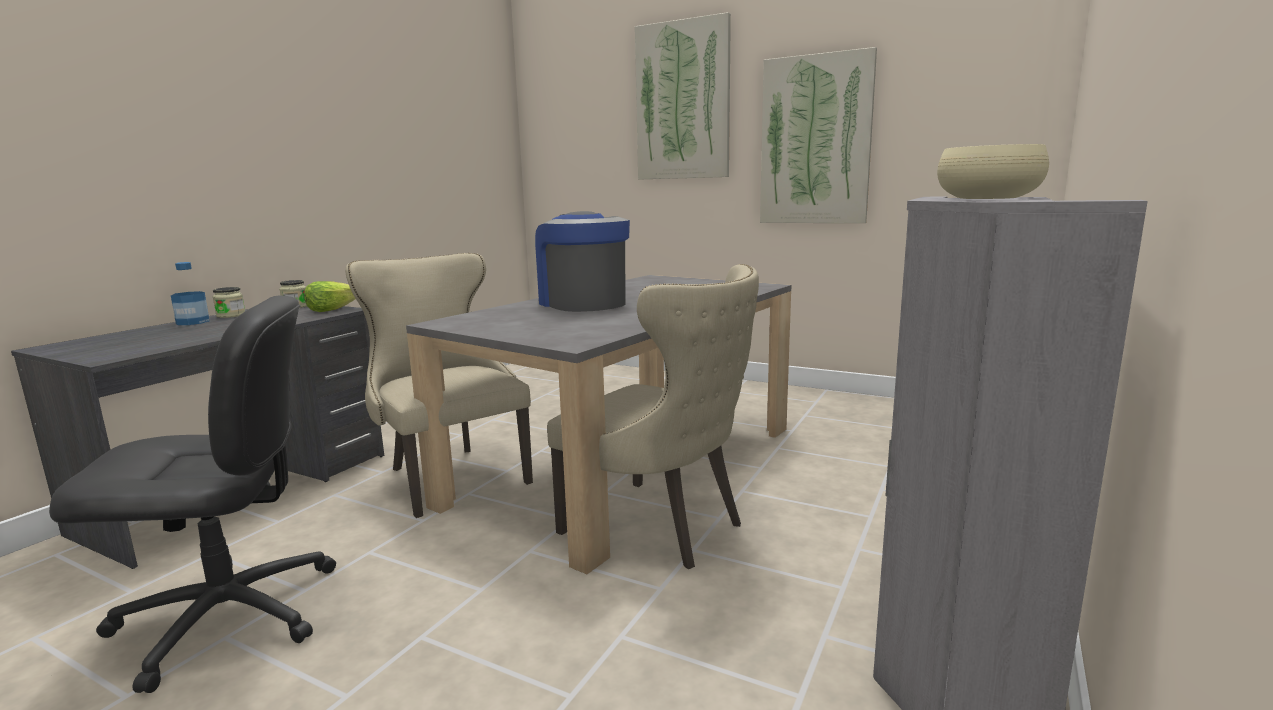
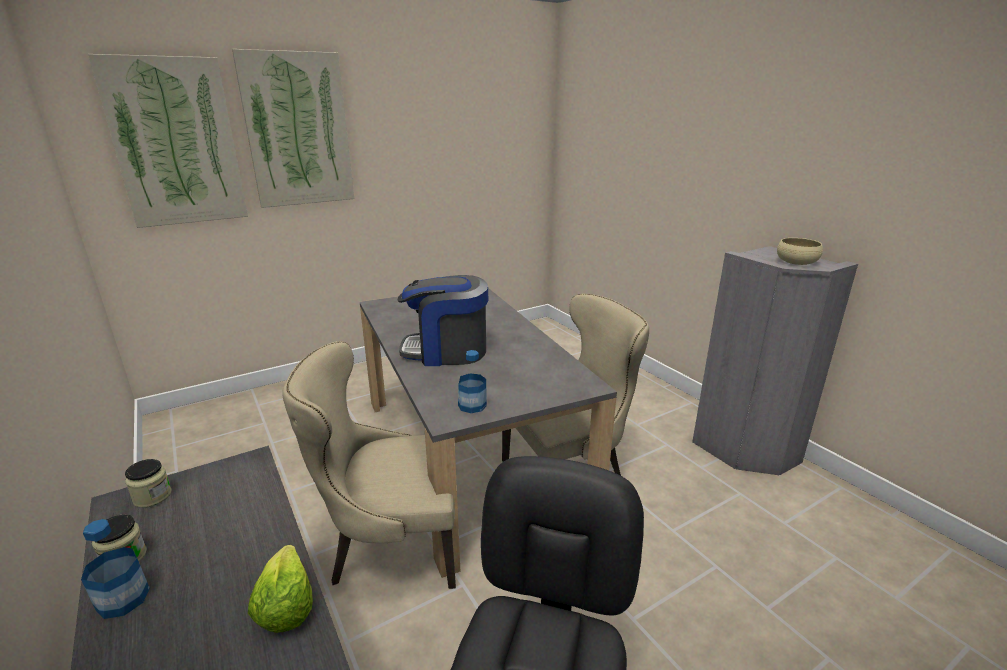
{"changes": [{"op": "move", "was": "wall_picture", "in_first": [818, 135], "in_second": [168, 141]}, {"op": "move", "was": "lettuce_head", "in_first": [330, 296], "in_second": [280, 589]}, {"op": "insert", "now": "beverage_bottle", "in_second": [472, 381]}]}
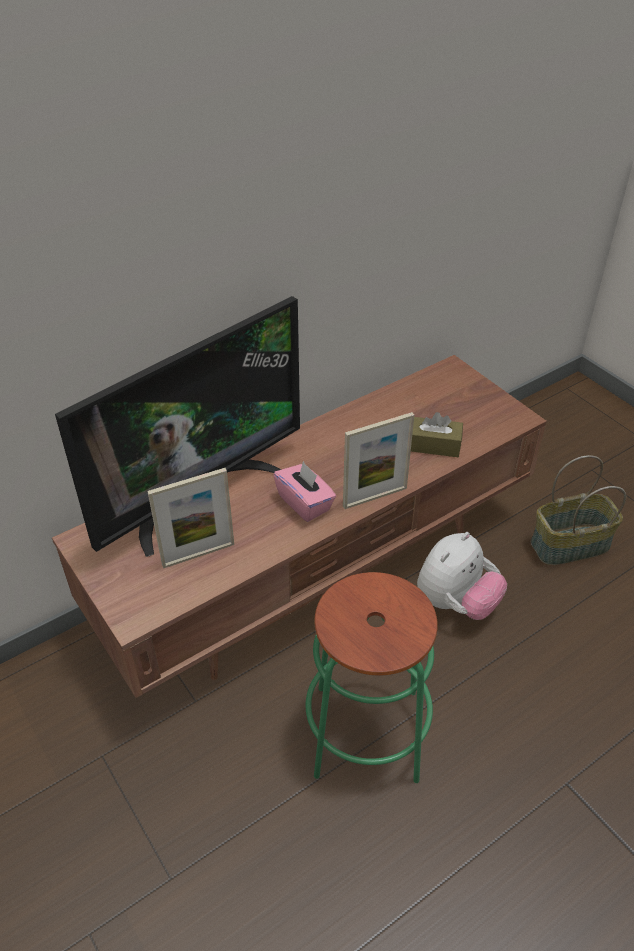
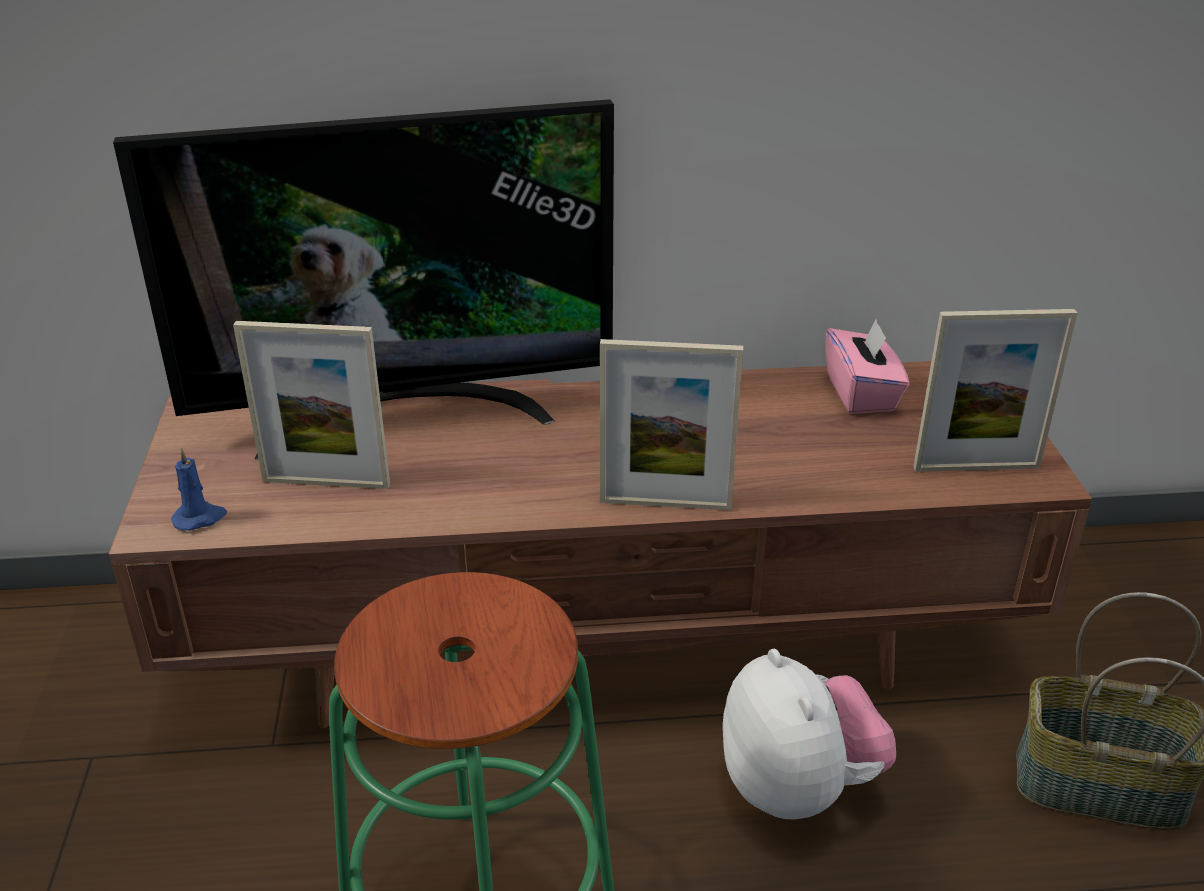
{"changes": [{"op": "insert", "now": "blue-coloured_wax_light", "in_second": [199, 489]}, {"op": "rotate", "was": "plush_toy", "in_first": [462, 576], "in_second": [809, 734], "clockwise": -90}, {"op": "move", "was": "pink_tissue_box", "in_first": [304, 491], "in_second": [867, 366]}, {"op": "insert", "now": "picture_frame", "in_second": [995, 390]}, {"op": "delete", "was": "brown-coloured_tissue_box", "in_first": [437, 434]}]}
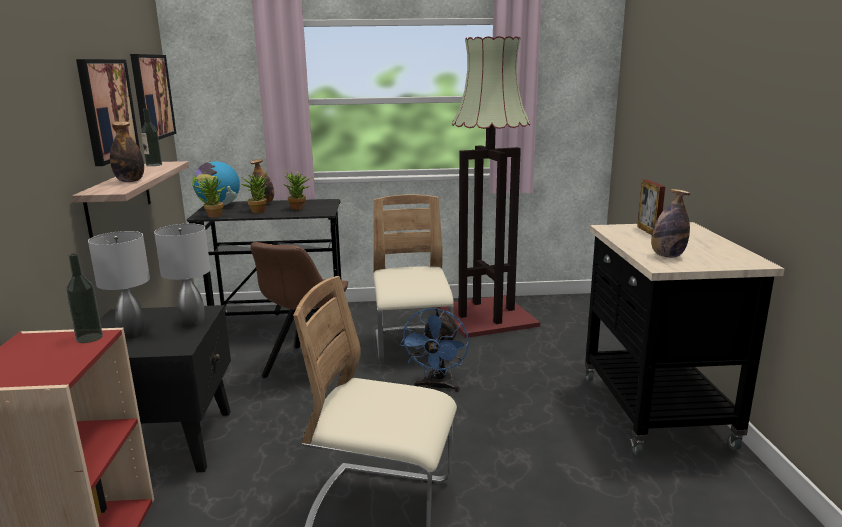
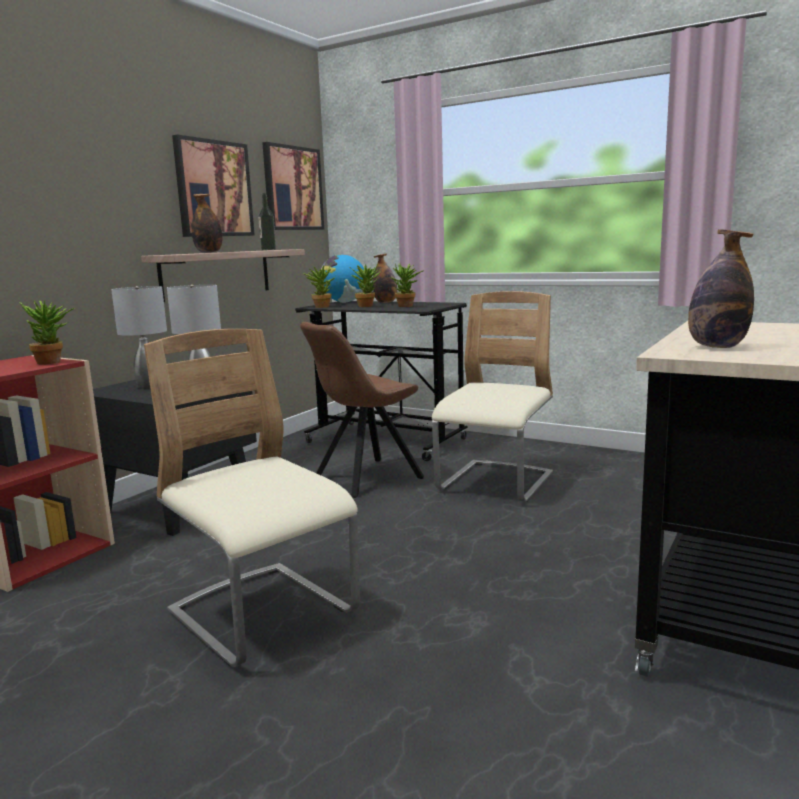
{"changes": [{"op": "replace", "was": "beverage_bottle", "now": "potted_plant", "in_first": [84, 298], "in_second": [47, 333]}, {"op": "delete", "was": "blue-coloured_fan", "in_first": [434, 350]}, {"op": "delete", "was": "standard_lamp", "in_first": [488, 187]}, {"op": "delete", "was": "picture_frame", "in_first": [651, 207]}]}
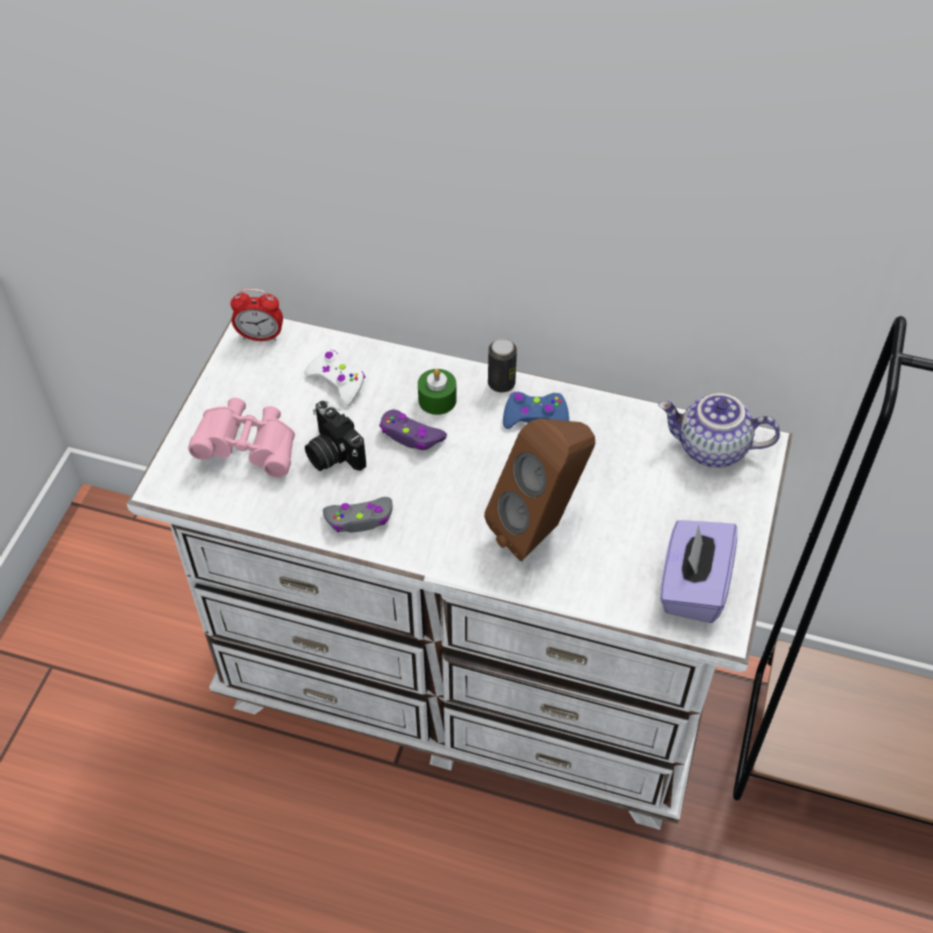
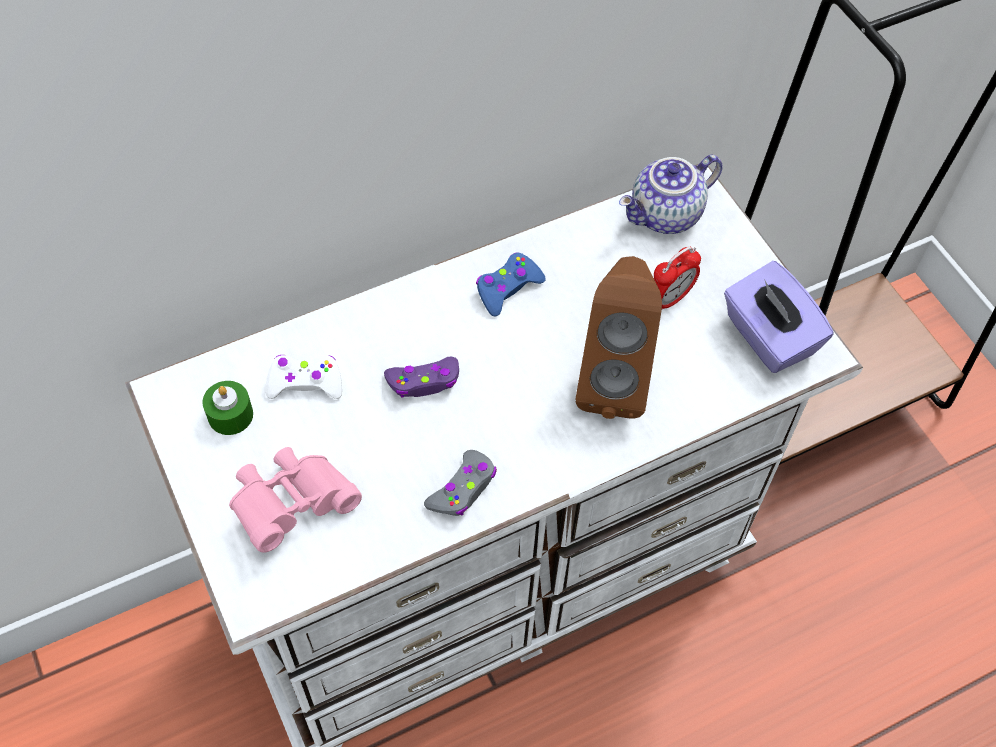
{"changes": [{"op": "move", "was": "greenish_wax_light", "in_first": [437, 392], "in_second": [227, 408]}, {"op": "move", "was": "alarm_clock", "in_first": [256, 315], "in_second": [677, 279]}, {"op": "delete", "was": "photo_camera", "in_first": [335, 436]}, {"op": "delete", "was": "metal_can", "in_first": [502, 365]}]}
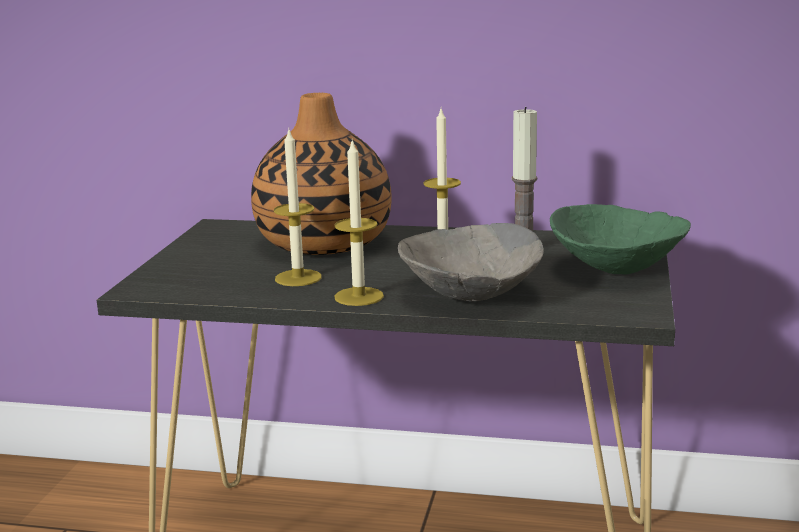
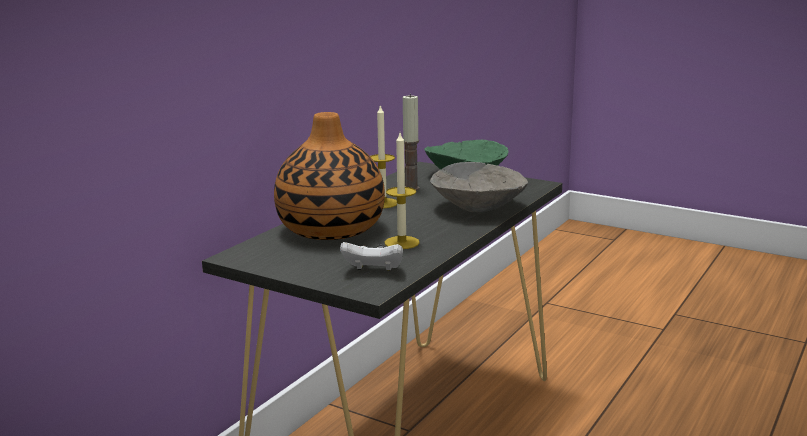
{"changes": [{"op": "insert", "now": "white-coloured_game_controller", "in_second": [371, 256]}, {"op": "delete", "was": "wax_light", "in_first": [359, 222]}]}
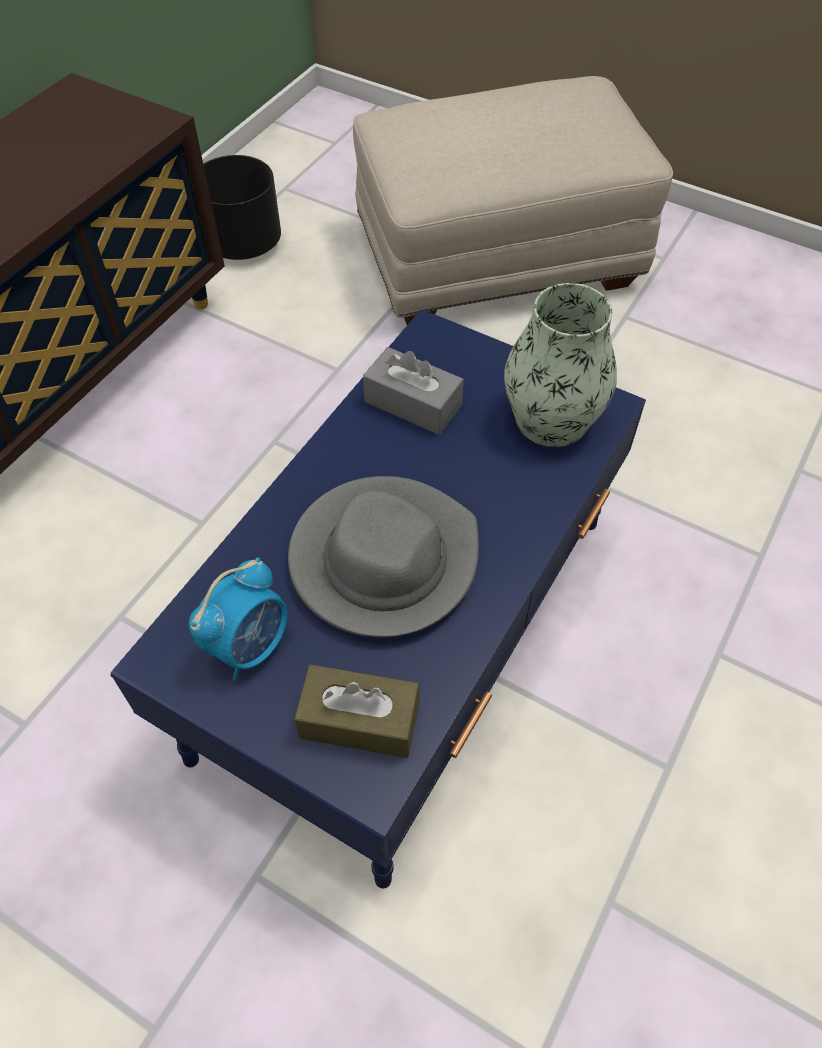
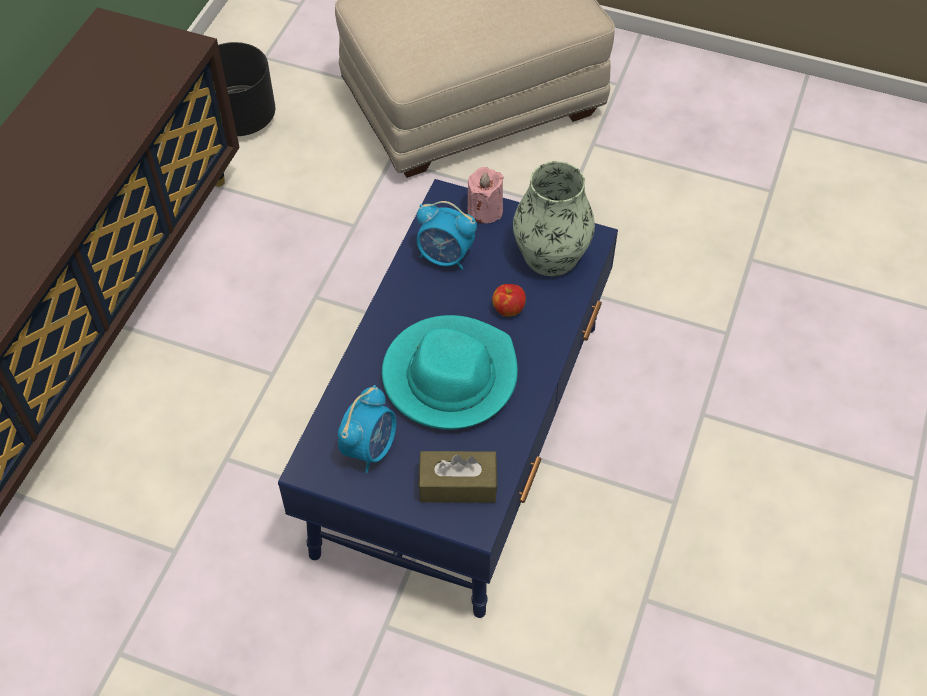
{"changes": [{"op": "recolor", "was": "grey_hat", "now": "blue-green_hat", "in_first": [383, 556], "in_second": [450, 372]}, {"op": "replace", "was": "grey_tissue_box", "now": "alarm_clock", "in_first": [413, 391], "in_second": [447, 235]}, {"op": "insert", "now": "pink_wax_light", "in_second": [485, 195]}, {"op": "insert", "now": "apple_fruit", "in_second": [509, 300]}]}
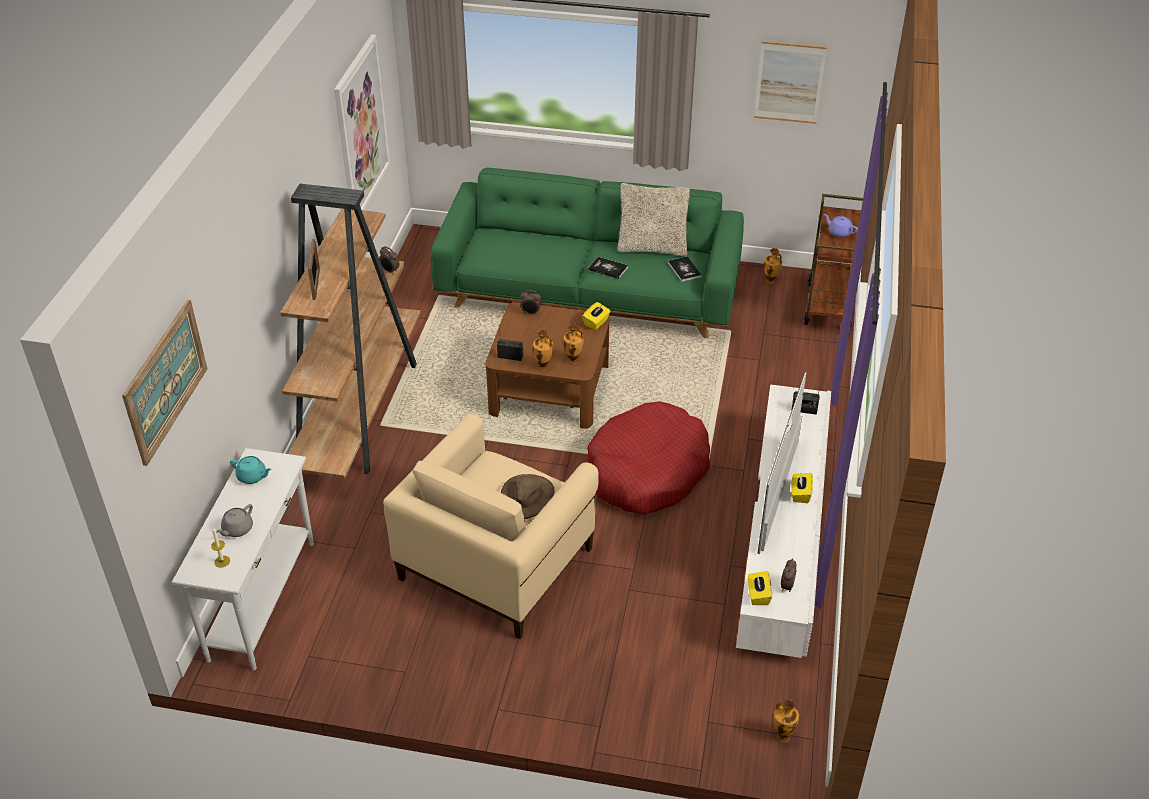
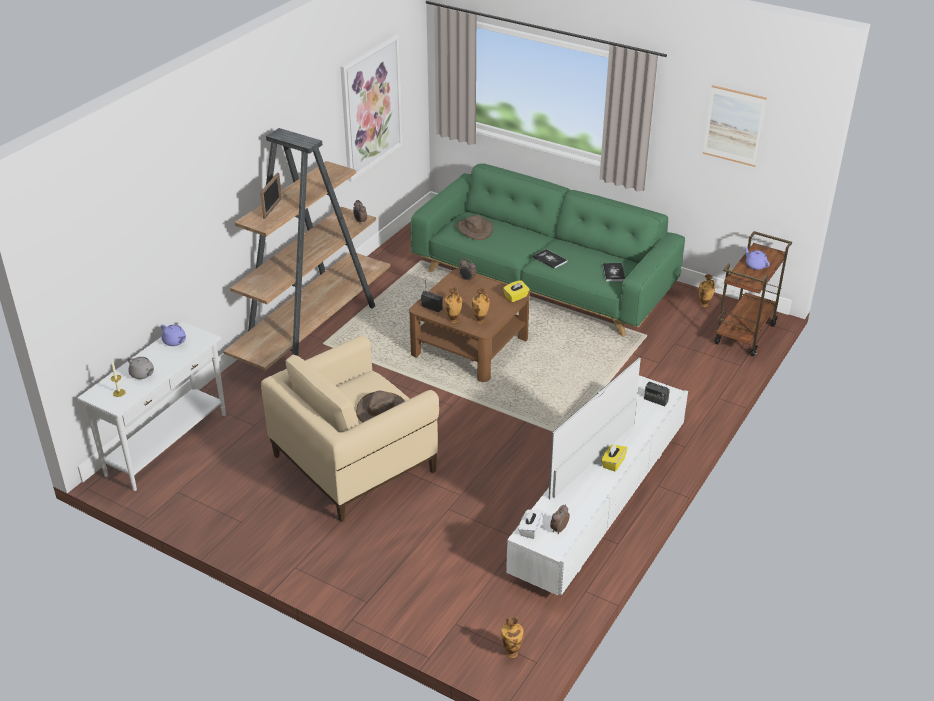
{"changes": [{"op": "rotate", "was": "grey_teapot", "in_first": [234, 520], "in_second": [140, 368], "clockwise": -105}, {"op": "recolor", "was": "blue-green_teapot", "now": "purple-coloured_teapot", "in_first": [251, 470], "in_second": [173, 335]}, {"op": "insert", "now": "brown-coloured_hat", "in_second": [475, 227]}, {"op": "recolor", "was": "yellowish_tissue_box", "now": "white-coloured_tissue_box", "in_first": [760, 588], "in_second": [531, 524]}, {"op": "delete", "was": "wall_picture", "in_first": [164, 383]}, {"op": "delete", "was": "red_pet_bed", "in_first": [648, 457]}, {"op": "delete", "was": "sand-coloured_pillow", "in_first": [653, 219]}]}
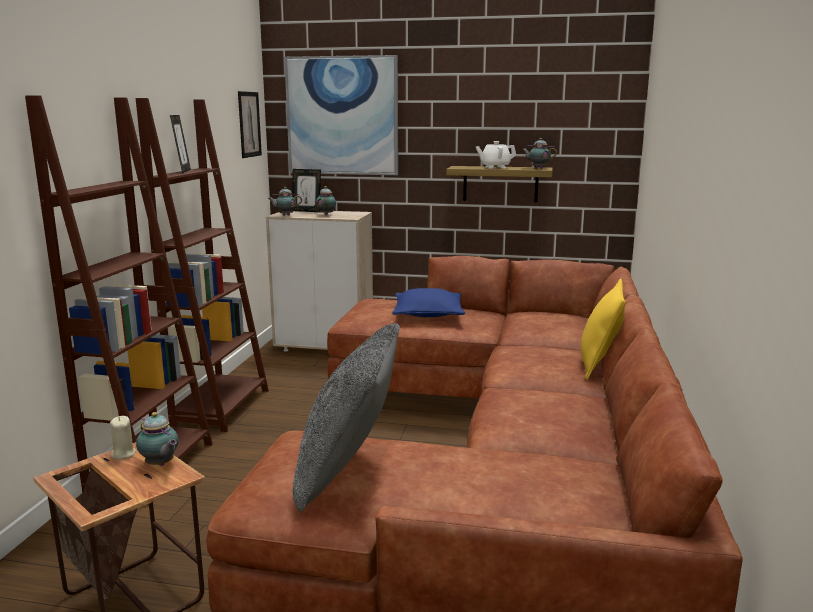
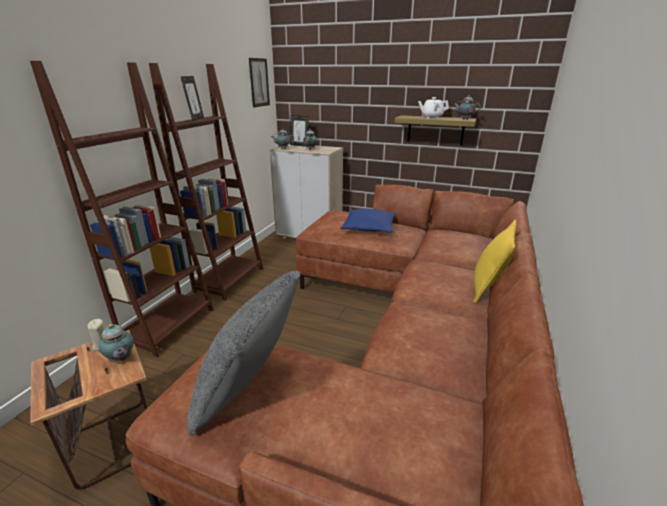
{"changes": [{"op": "delete", "was": "wall_picture", "in_first": [341, 115]}]}
